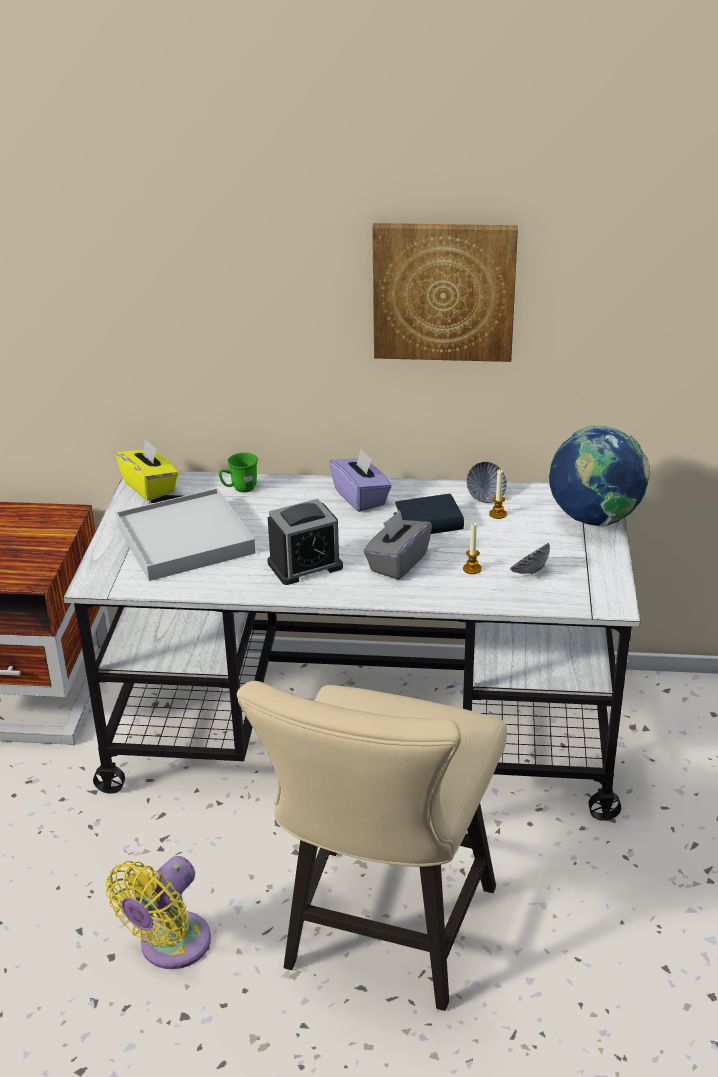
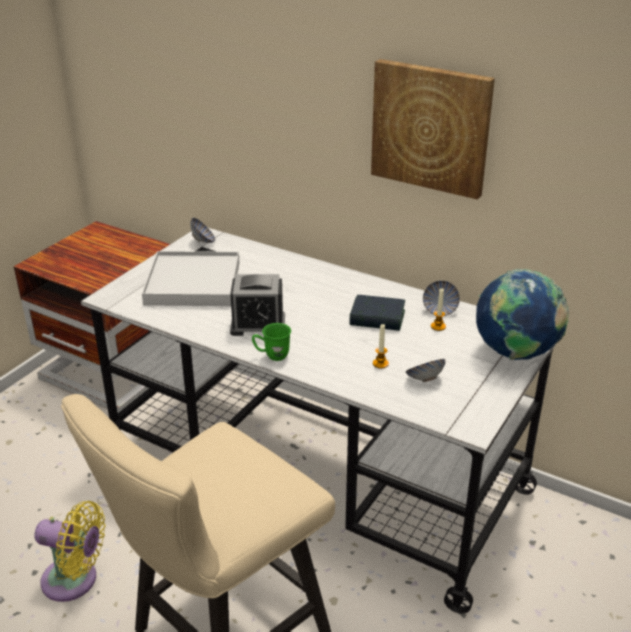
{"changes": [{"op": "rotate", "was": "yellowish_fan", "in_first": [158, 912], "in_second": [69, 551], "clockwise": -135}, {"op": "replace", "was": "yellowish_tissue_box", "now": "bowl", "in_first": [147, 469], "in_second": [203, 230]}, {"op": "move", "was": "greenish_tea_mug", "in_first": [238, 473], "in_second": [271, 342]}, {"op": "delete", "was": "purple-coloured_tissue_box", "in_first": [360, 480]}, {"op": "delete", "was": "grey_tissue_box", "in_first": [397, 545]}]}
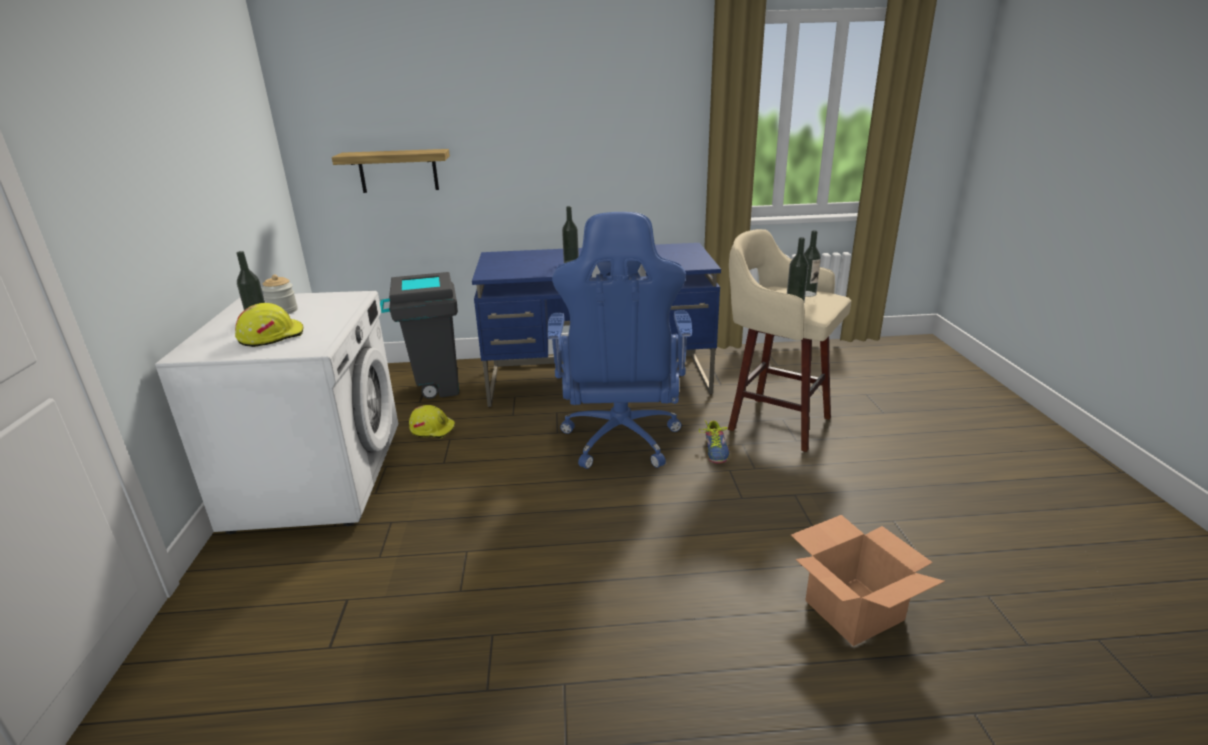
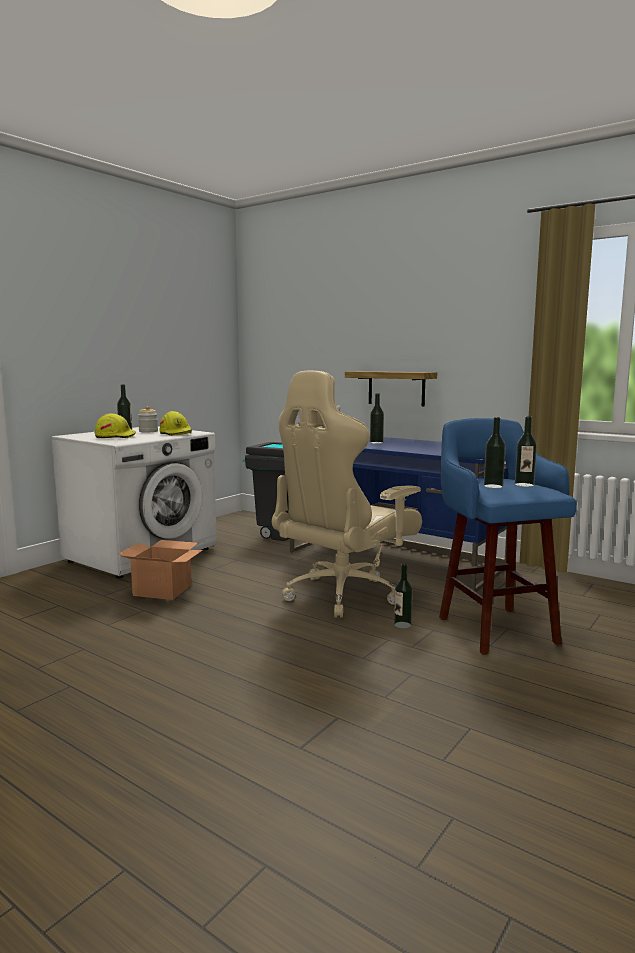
{"changes": [{"op": "move", "was": "cardboard_box", "in_first": [868, 580], "in_second": [160, 570]}, {"op": "move", "was": "yellowish_safety_helmet", "in_first": [432, 421], "in_second": [175, 423]}, {"op": "recolor", "was": "blue-coloured_desk_chair", "now": "sand-coloured_desk_chair", "in_first": [619, 340], "in_second": [347, 494]}, {"op": "move", "was": "bracket_shelf", "in_first": [391, 171], "in_second": [391, 388]}, {"op": "replace", "was": "shoe", "now": "beverage_bottle", "in_first": [714, 441], "in_second": [403, 596]}, {"op": "recolor", "was": "sand-coloured_sitting_stool", "now": "blue-coloured_sitting_stool", "in_first": [789, 340], "in_second": [508, 536]}]}
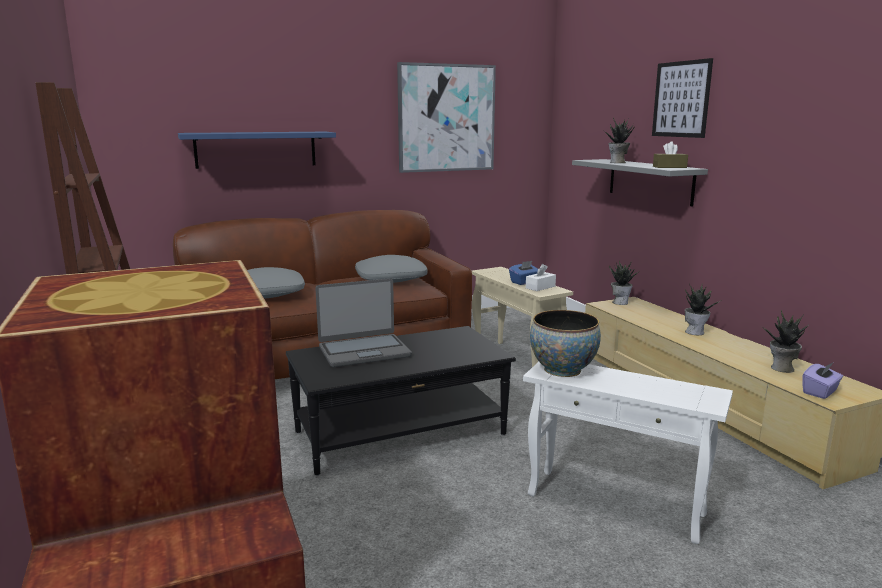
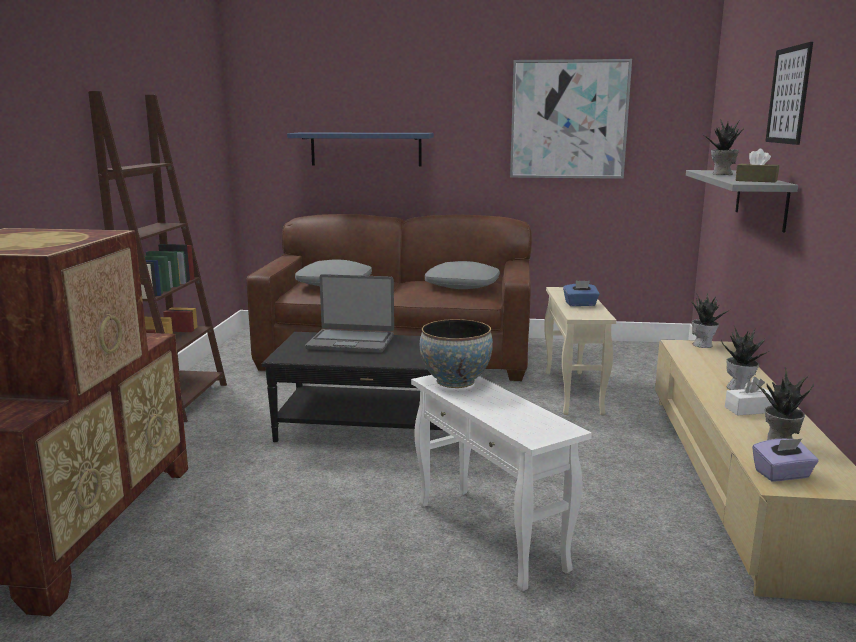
{"changes": [{"op": "move", "was": "white-coloured_tissue_box", "in_first": [541, 277], "in_second": [749, 396]}]}
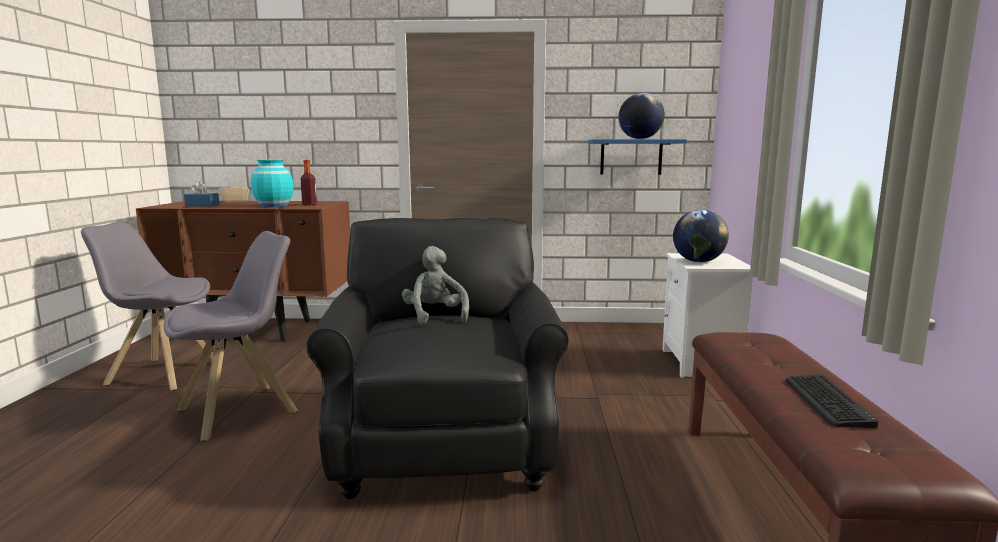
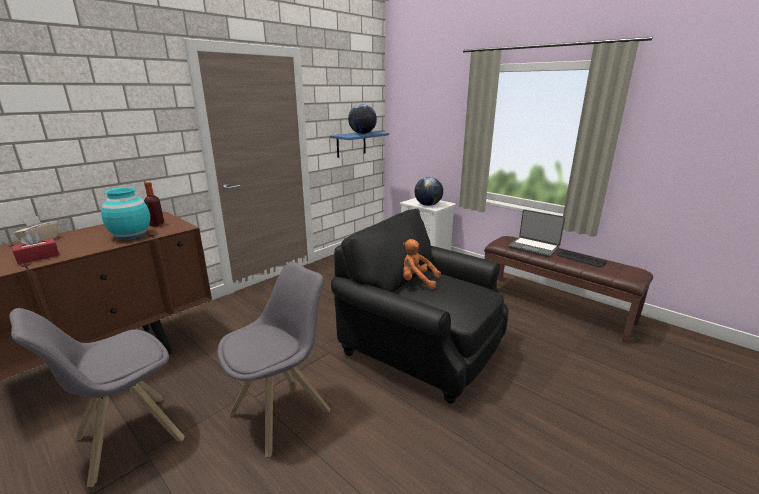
{"changes": [{"op": "recolor", "was": "blue-coloured_tissue_box", "now": "red_tissue_box", "in_first": [202, 194], "in_second": [35, 247]}, {"op": "rotate", "was": "grey_plain_chair", "in_first": [231, 336], "in_second": [273, 359], "clockwise": 45}, {"op": "recolor", "was": "grey_plush_toy", "now": "orange-coloured_plush_toy", "in_first": [435, 285], "in_second": [422, 264]}, {"op": "insert", "now": "laptop", "in_second": [536, 233]}]}
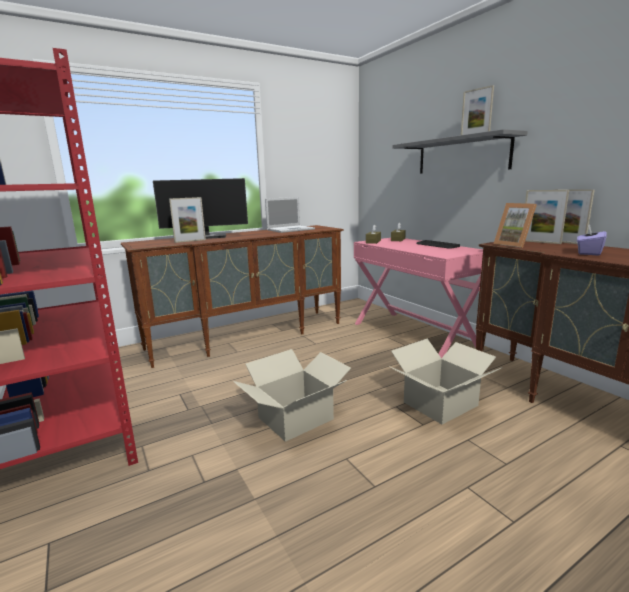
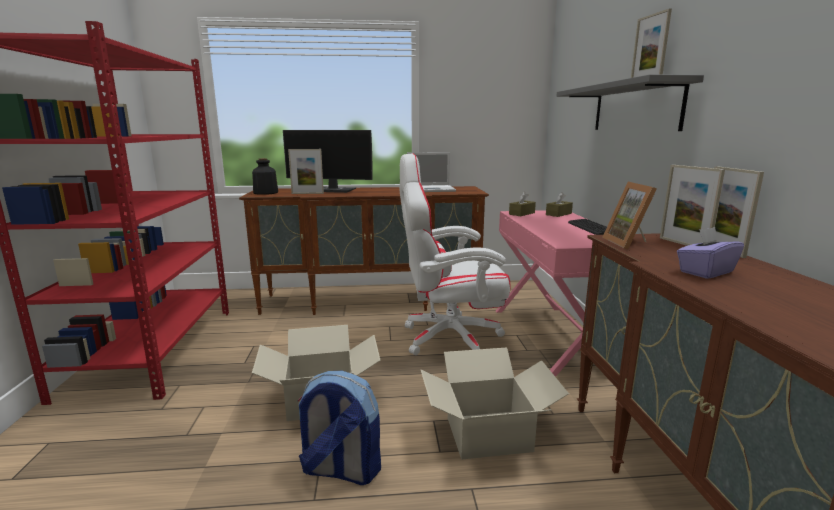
{"changes": [{"op": "insert", "now": "beverage_bottle", "in_second": [265, 176]}, {"op": "insert", "now": "backpack", "in_second": [339, 428]}, {"op": "insert", "now": "white-coloured_desk_chair", "in_second": [455, 254]}]}
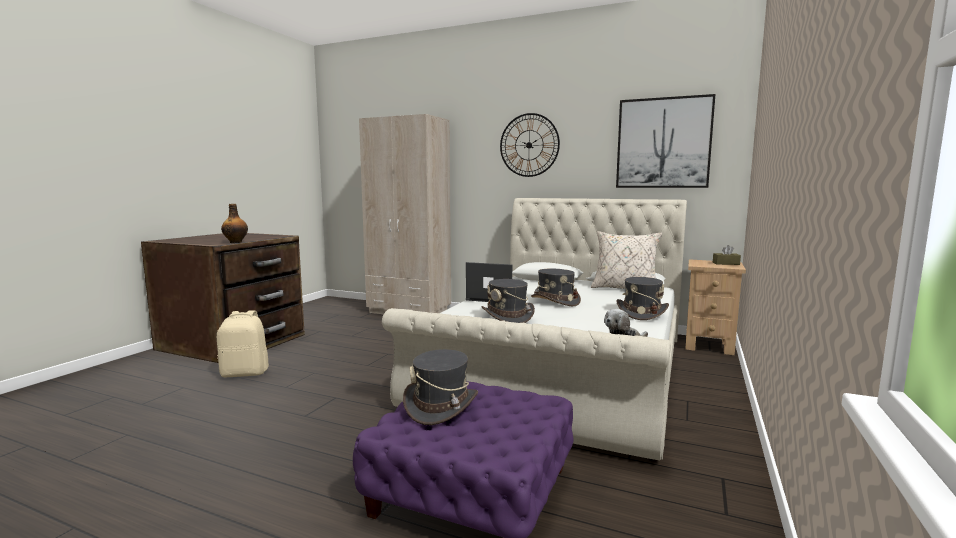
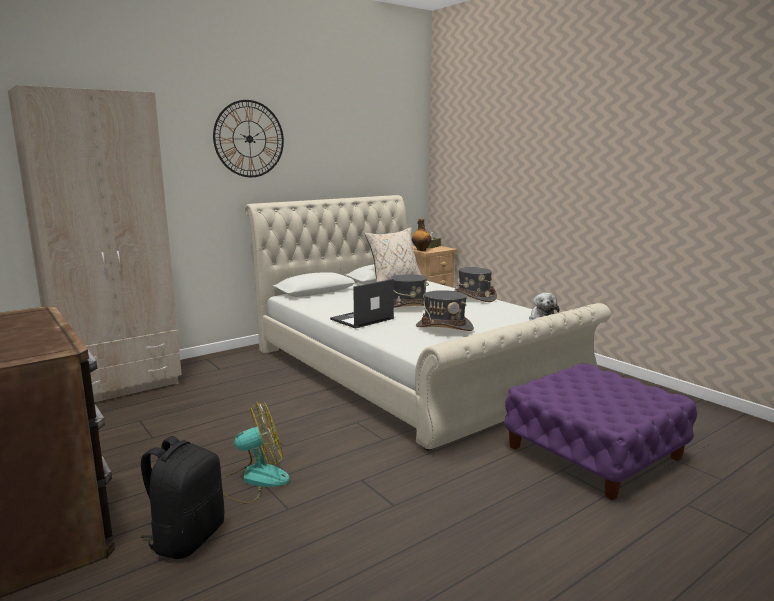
{"changes": [{"op": "recolor", "was": "sand-coloured_backpack", "now": "black_backpack", "in_first": [243, 343], "in_second": [182, 497]}, {"op": "insert", "now": "fan", "in_second": [256, 452]}, {"op": "move", "was": "beverage_bottle", "in_first": [234, 223], "in_second": [421, 235]}, {"op": "delete", "was": "grey_hat", "in_first": [440, 387]}, {"op": "delete", "was": "wall_picture", "in_first": [665, 141]}]}
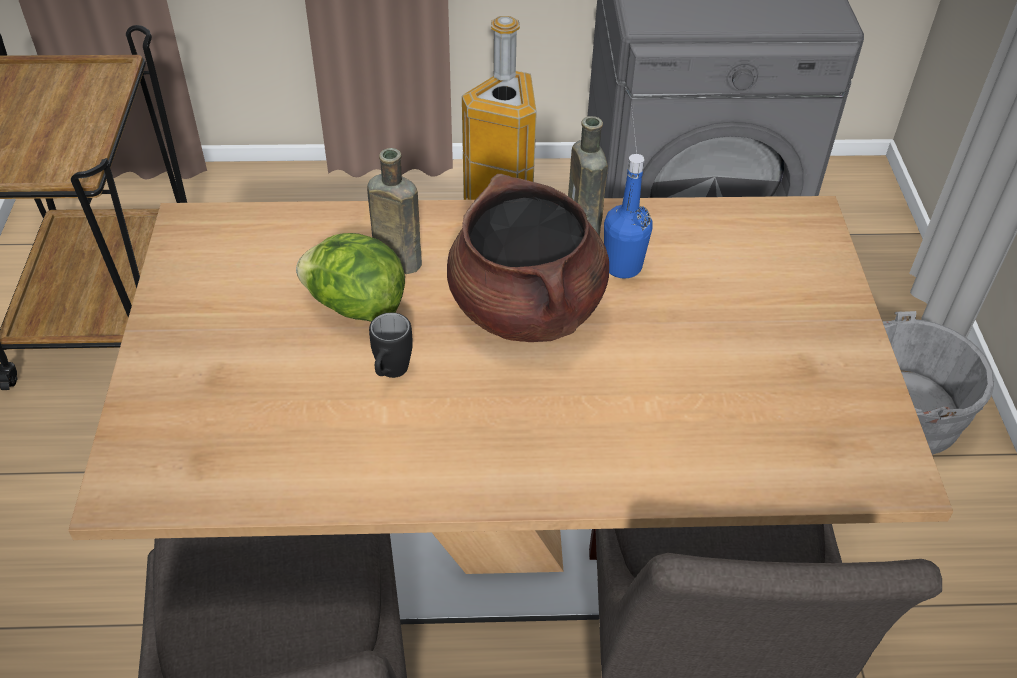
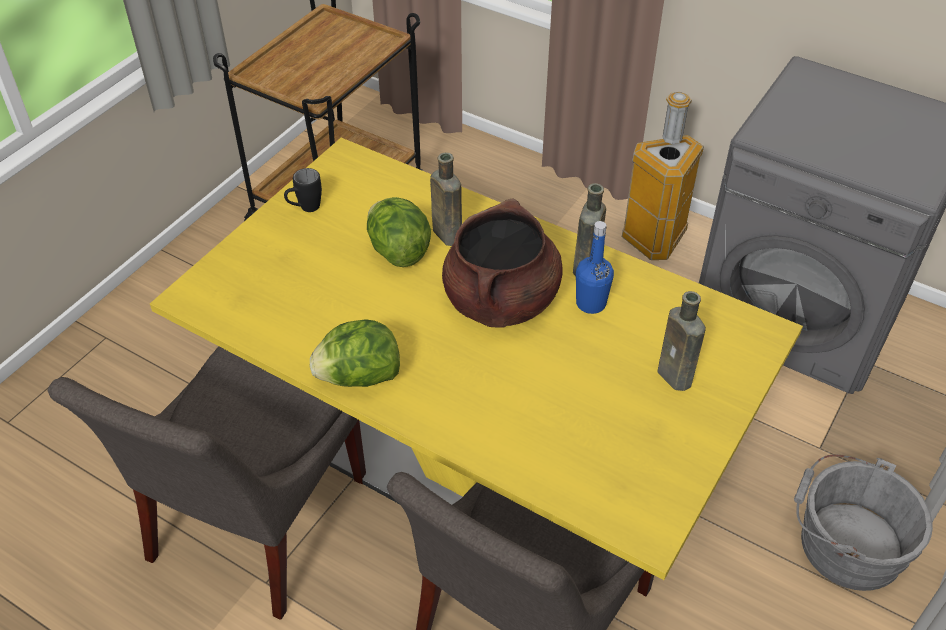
{"changes": [{"op": "recolor", "was": "brown-coloured_dinner_table", "now": "yellowish_dinner_table", "in_first": [510, 410], "in_second": [476, 359]}, {"op": "move", "was": "black_tea_mug", "in_first": [391, 345], "in_second": [303, 190]}, {"op": "insert", "now": "lettuce_head", "in_second": [355, 353]}, {"op": "insert", "now": "brown-coloured_beverage_bottle", "in_second": [681, 341]}]}
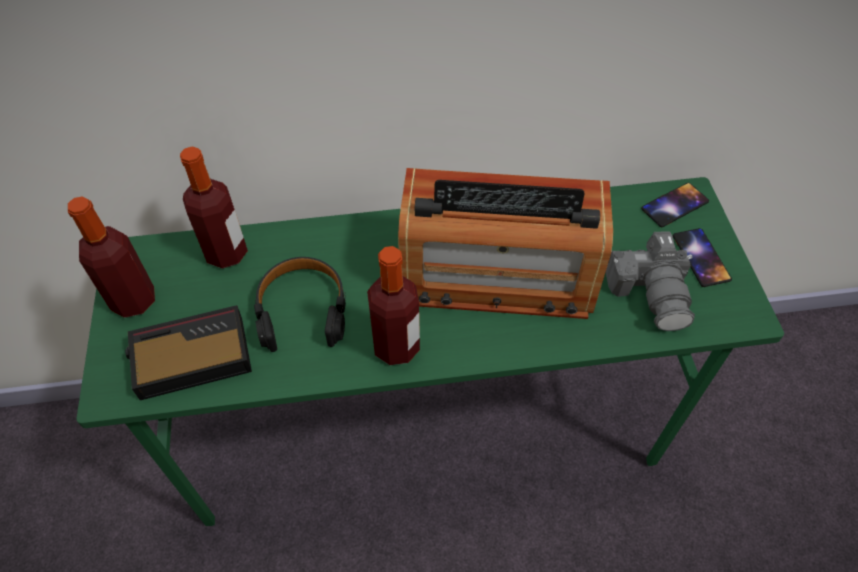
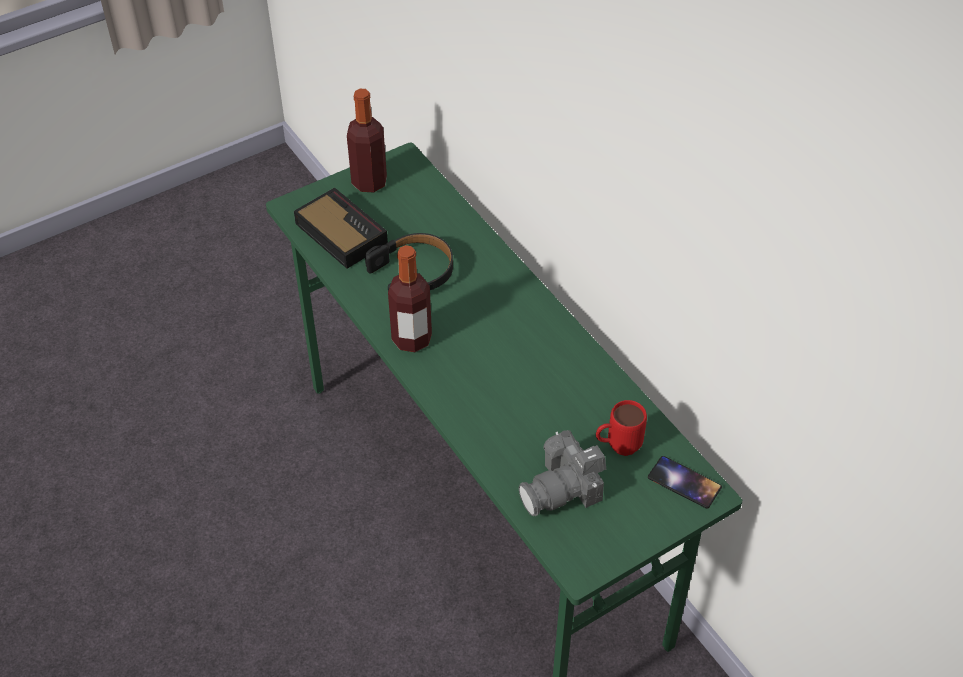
{"changes": [{"op": "insert", "now": "red_tea_mug", "in_second": [621, 428]}, {"op": "delete", "was": "beverage_bottle", "in_first": [214, 207]}, {"op": "delete", "was": "radio", "in_first": [505, 243]}, {"op": "delete", "was": "telephone", "in_first": [702, 257]}]}
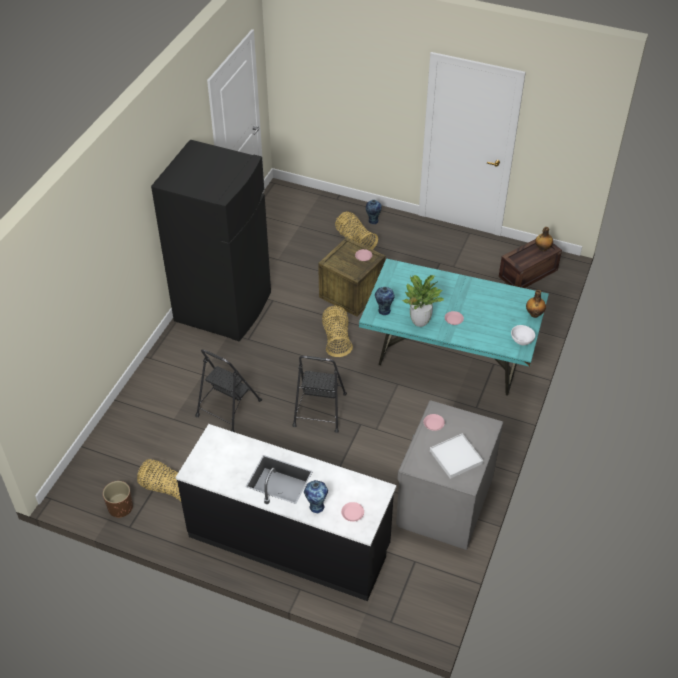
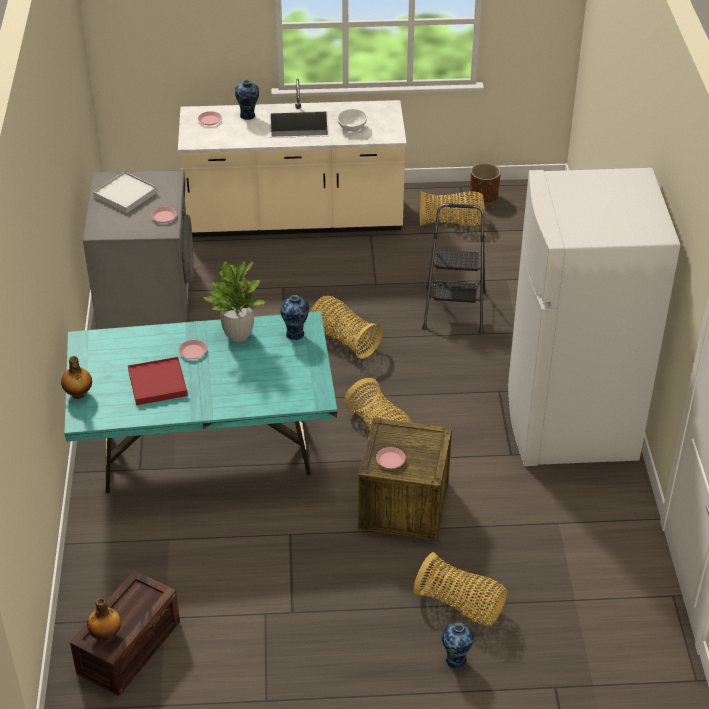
{"changes": [{"op": "insert", "now": "red_carrying_tray", "in_second": [158, 381]}, {"op": "recolor", "was": "black_kitchen_counter", "now": "sand-coloured_kitchen_counter", "in_first": [286, 512], "in_second": [292, 158]}, {"op": "replace", "was": "black_step_ladder", "now": "basket", "in_first": [319, 394], "in_second": [347, 327]}, {"op": "move", "was": "white-coloured_bowl", "in_first": [523, 335], "in_second": [352, 120]}, {"op": "recolor", "was": "black_kitchen_fridge", "now": "white-coloured_kitchen_fridge", "in_first": [211, 240], "in_second": [594, 317]}]}
